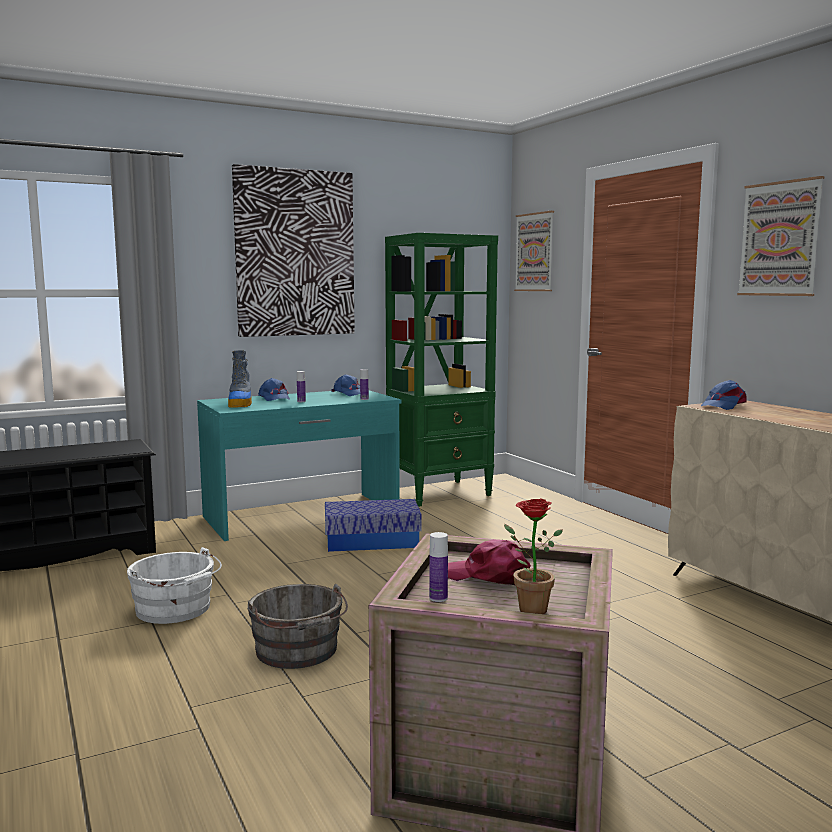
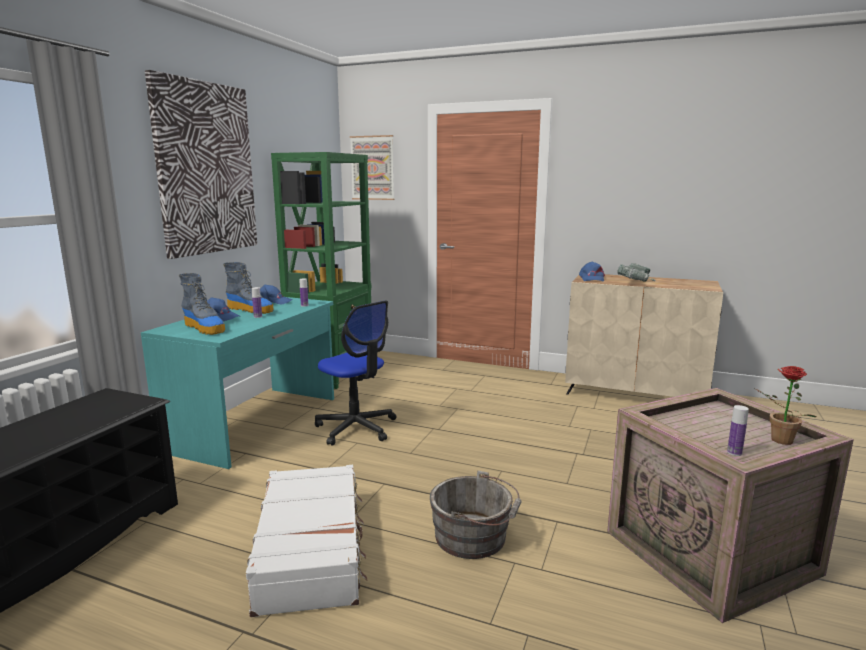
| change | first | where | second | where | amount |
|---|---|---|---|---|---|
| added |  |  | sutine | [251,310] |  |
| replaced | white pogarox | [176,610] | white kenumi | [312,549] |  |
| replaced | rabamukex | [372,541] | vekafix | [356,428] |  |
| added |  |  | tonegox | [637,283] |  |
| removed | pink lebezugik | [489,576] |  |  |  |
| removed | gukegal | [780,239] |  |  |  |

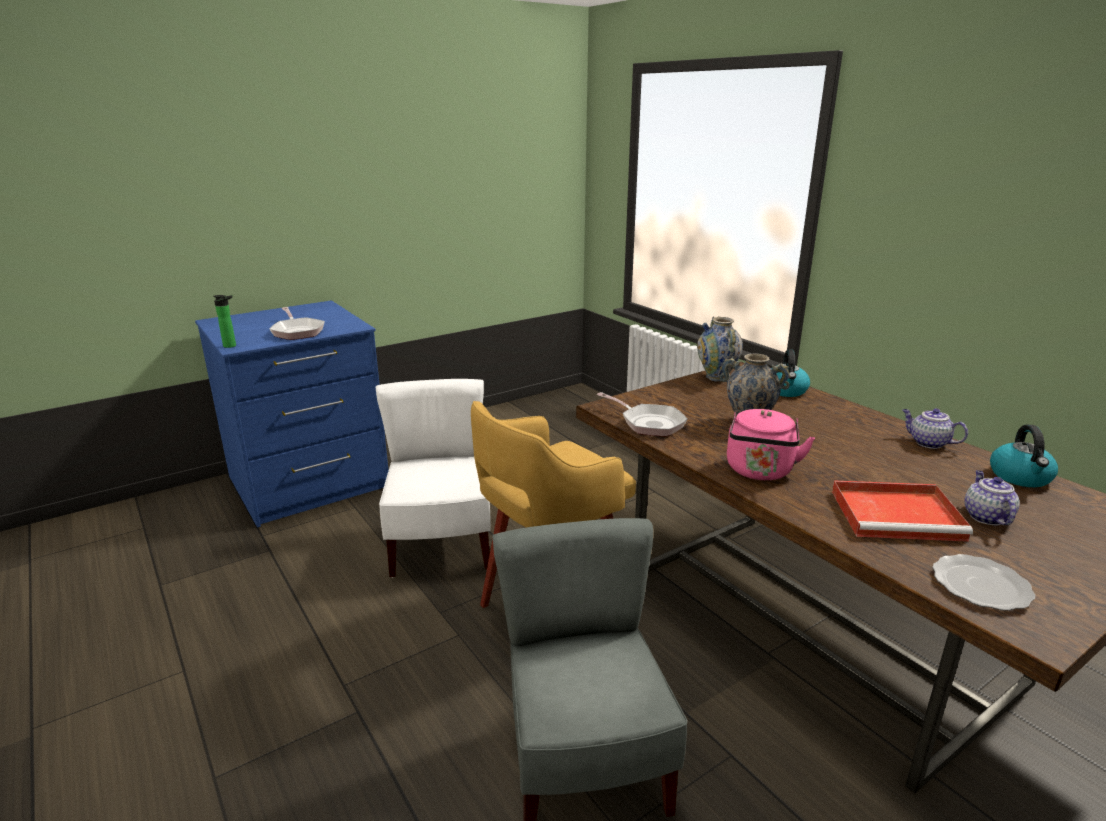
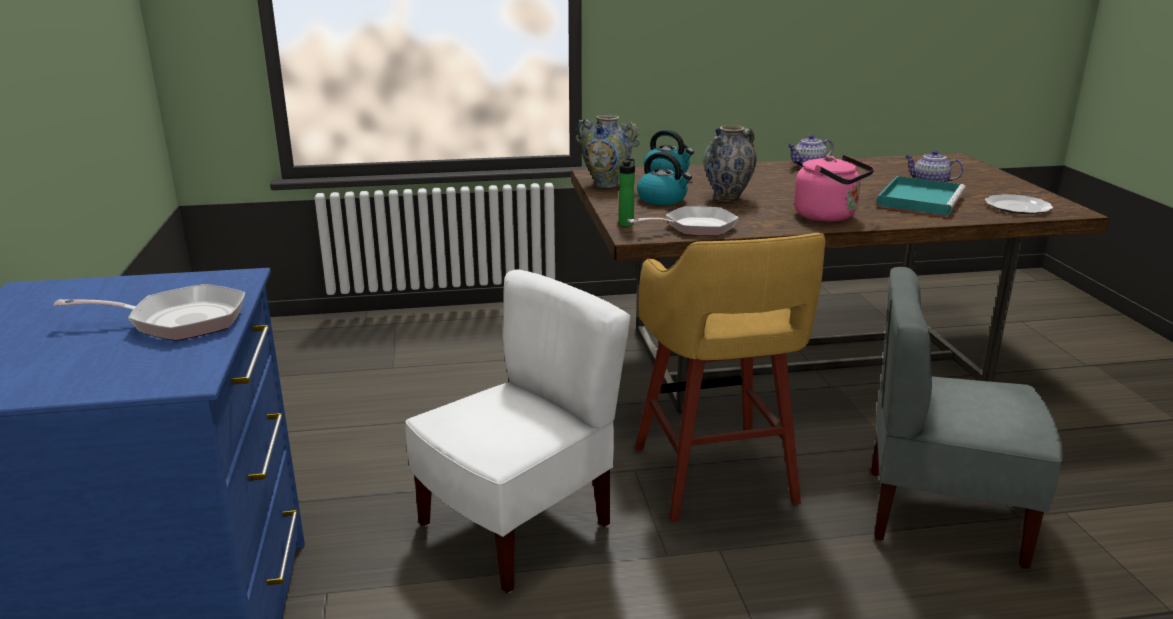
| change | first | where | second | where | amount |
|---|---|---|---|---|---|
| turned | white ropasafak | [440,546] |  | [518,527] | 120 degrees clockwise |
| moved | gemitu | [232,346] |  | [626,223] |  |
| moved | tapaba | [1020,477] |  | [663,199] |  |
| recoloured | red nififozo | [898,515] | turquoise nififozo | [919,200] |  |

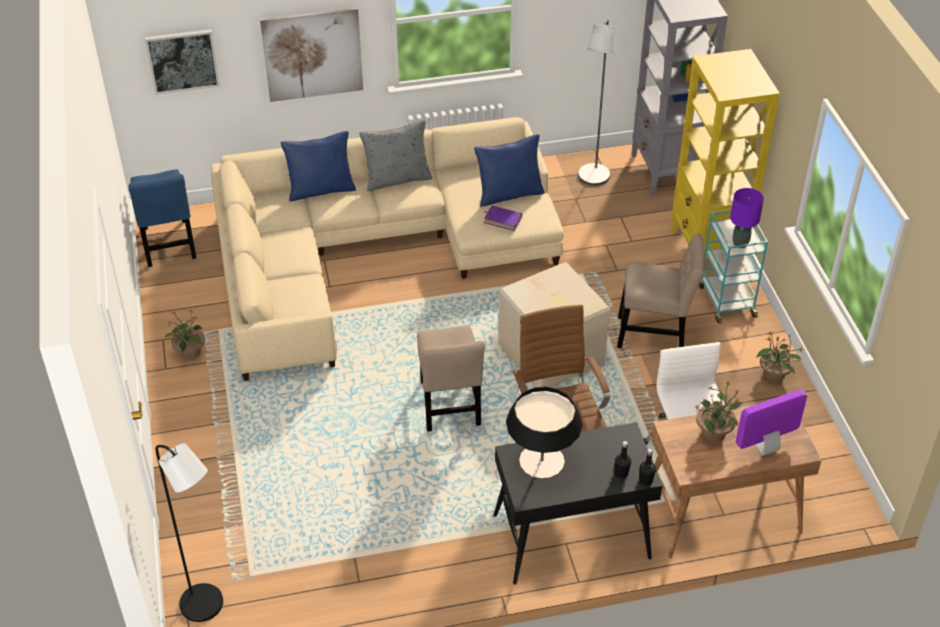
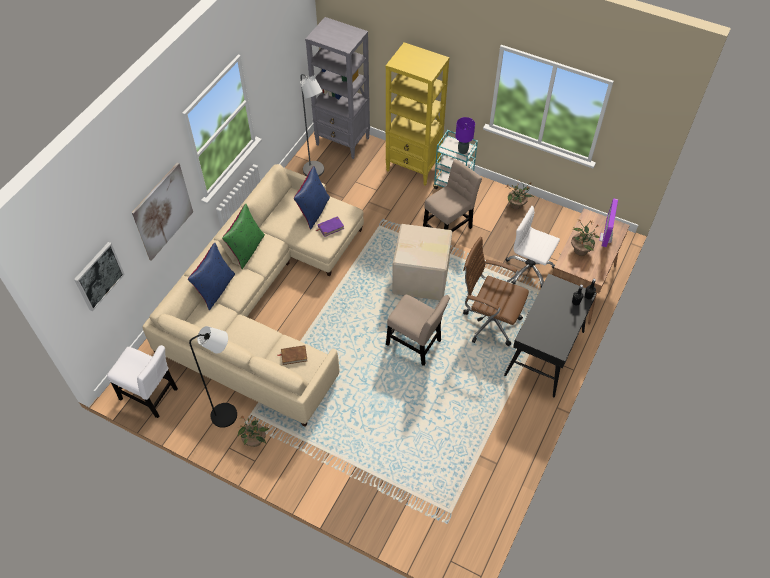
| change | first | where | second | where | amount |
|---|---|---|---|---|---|
| recoloured | blue ropasafak | [169,245] | white ropasafak | [151,396] |  |
| moved | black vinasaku | [208,608] |  | [229,414] |  |
| recoloured | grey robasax | [397,179] | green robasax | [247,249] |  |
| added |  |  | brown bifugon | [294,355] |  |
| removed | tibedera | [541,461] |  |  |  |

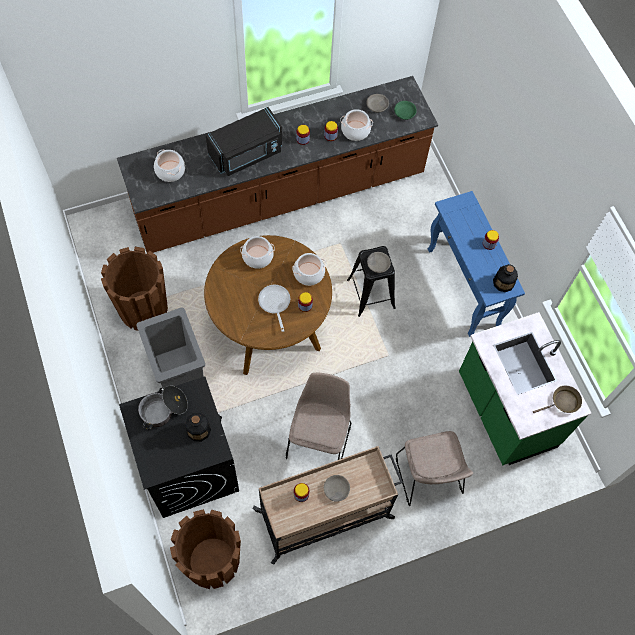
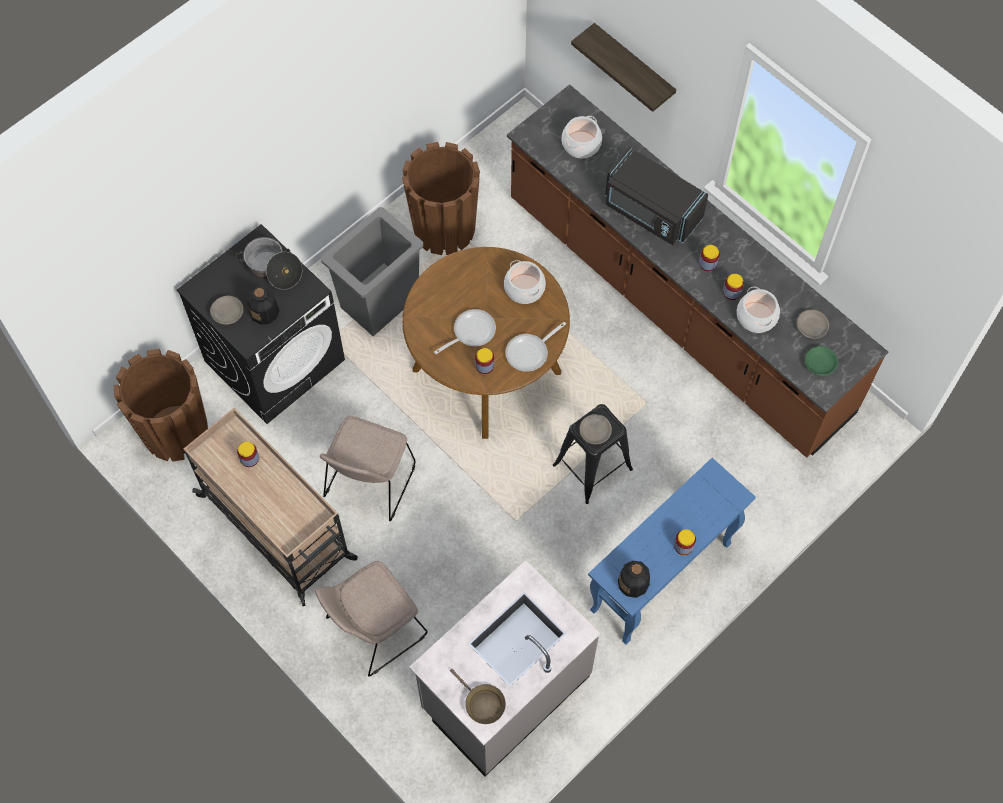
| change | first | where | second | where | amount |
|---|---|---|---|---|---|
| moved | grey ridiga | [336,490] |  | [227,313] |  |
| turned | beige ropasafak | [319,438] |  | [369,483] | 120 degrees clockwise |
| recoloured | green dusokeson | [504,411] | grey dusokeson | [504,691] |  |
| replaced | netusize | [309,273] | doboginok | [530,352] |  |
| added |  |  | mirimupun | [633,67] |  |

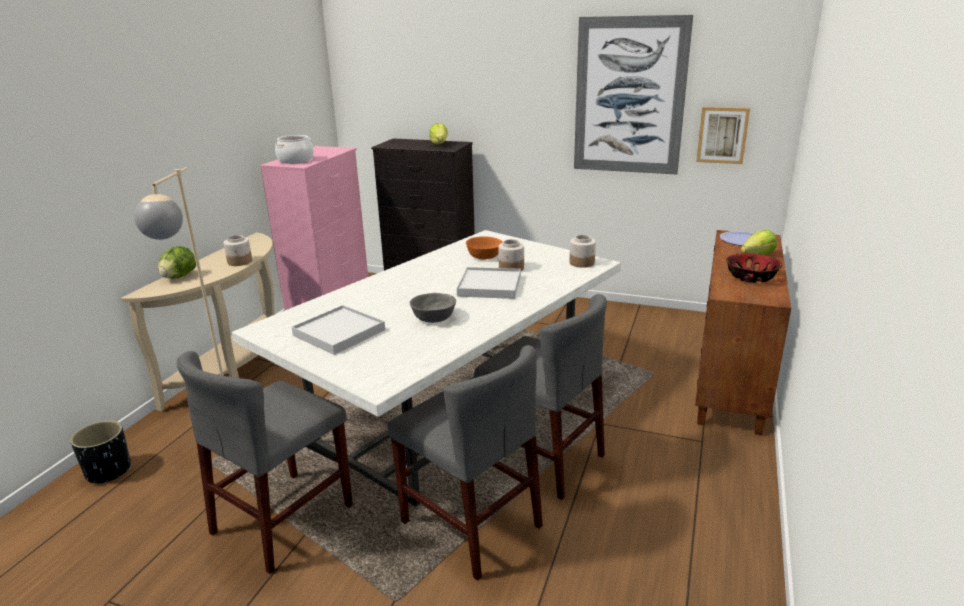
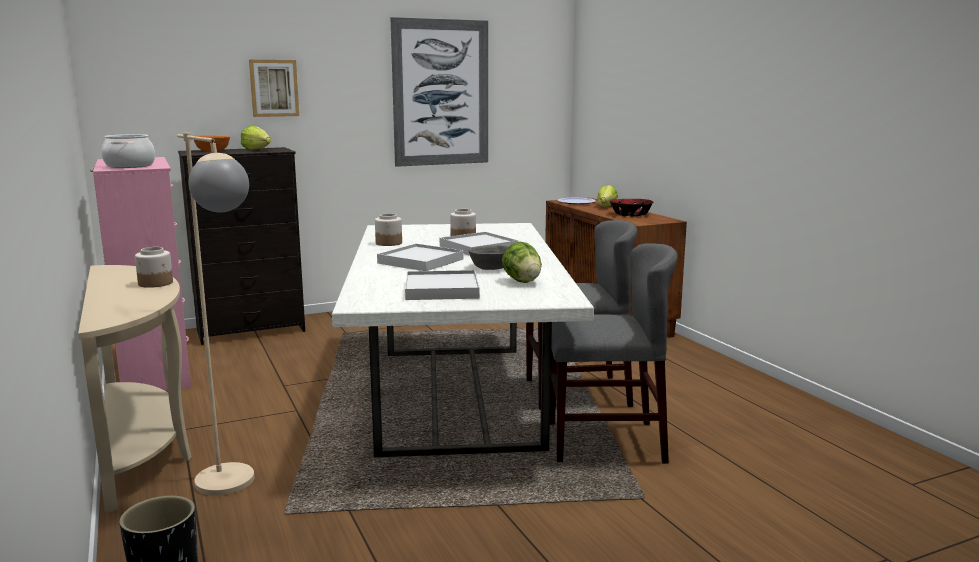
| change | first | where | second | where | amount |
|---|---|---|---|---|---|
| moved | orange ridiga | [484,256] |  | [212,150] |  |
| moved | gukegal | [722,135] |  | [274,88] |  |
| moved | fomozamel | [582,263] |  | [389,243] |  |
| added |  |  | white nififozo | [421,261] |  |
| moved | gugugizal | [179,276] |  | [522,281] |  |
| removed | grey ropasafak | [283,519] |  |  |  |

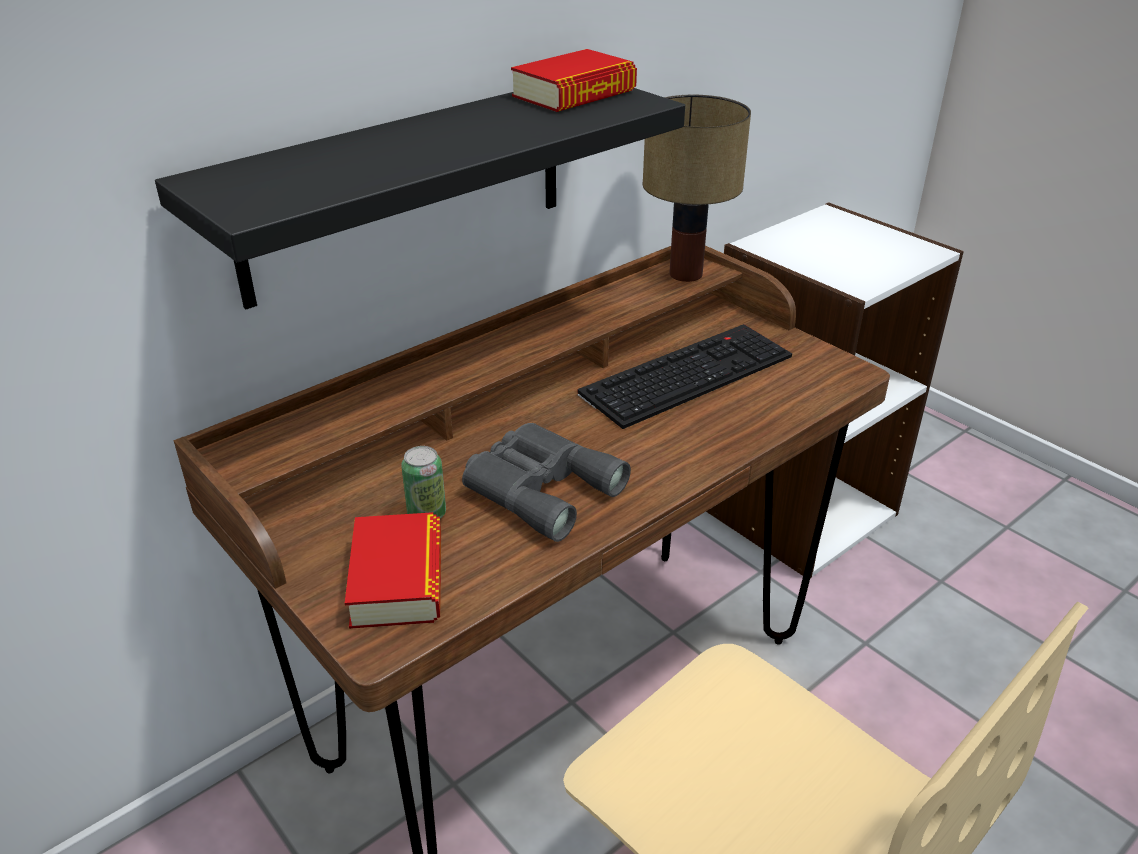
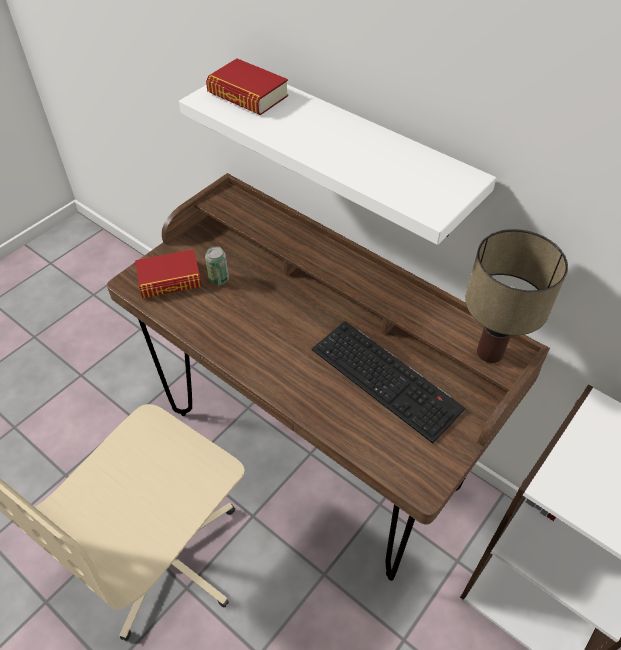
| change | first | where | second | where | amount |
|---|---|---|---|---|---|
| recoloured | black mirimupun | [407,187] | white mirimupun | [354,152] |  |
| moved | bifugon | [574,94] |  | [247,95] |  |
| removed | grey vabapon | [538,487] |  |  |  |

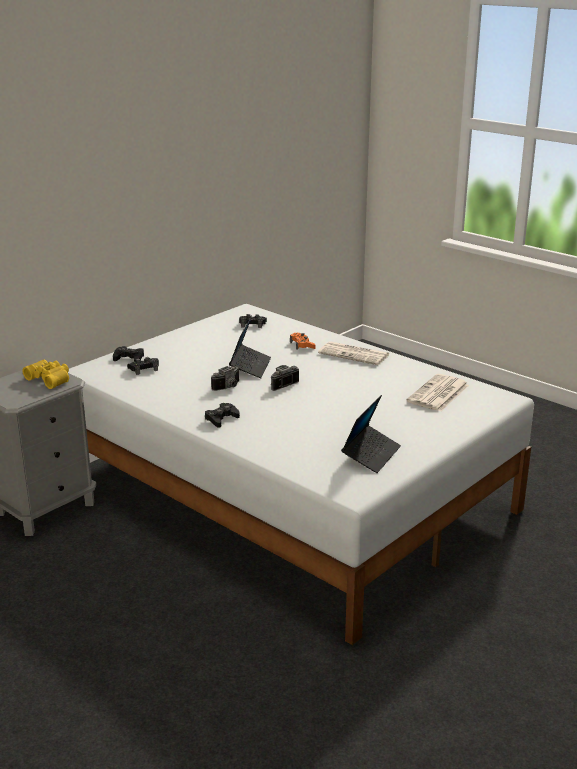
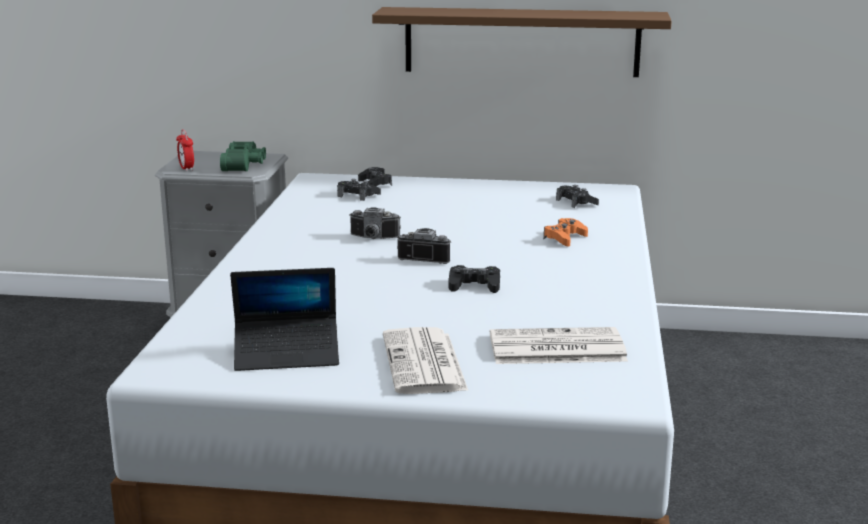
| change | first | where | second | where | amount |
|---|---|---|---|---|---|
| added |  |  | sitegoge | [186,168] |  |
| recoloured | yellow vabapon | [50,379] | green vabapon | [245,165] |  |
| added |  |  | brown mirimupun | [521,42] |  |
| moved | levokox | [355,354] |  | [425,363] |  |
| moved | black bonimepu | [221,419] |  | [474,285] |  |
| removed | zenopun | [250,366] |  |  |  |

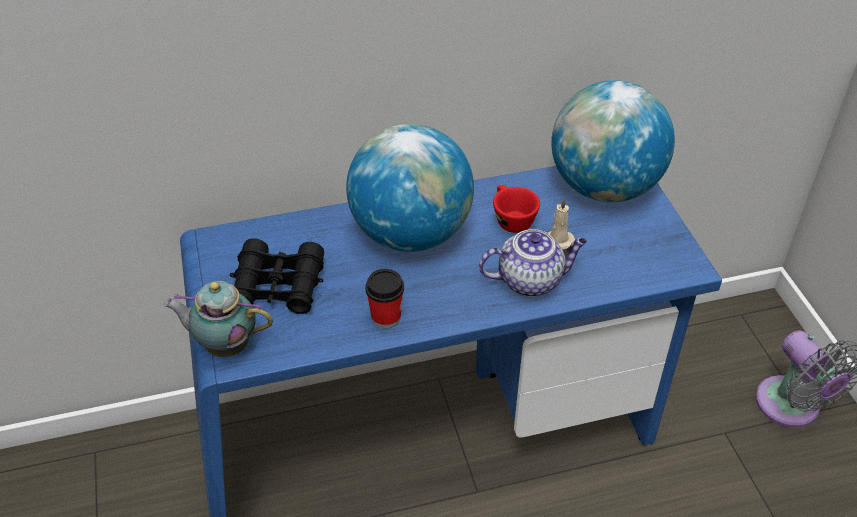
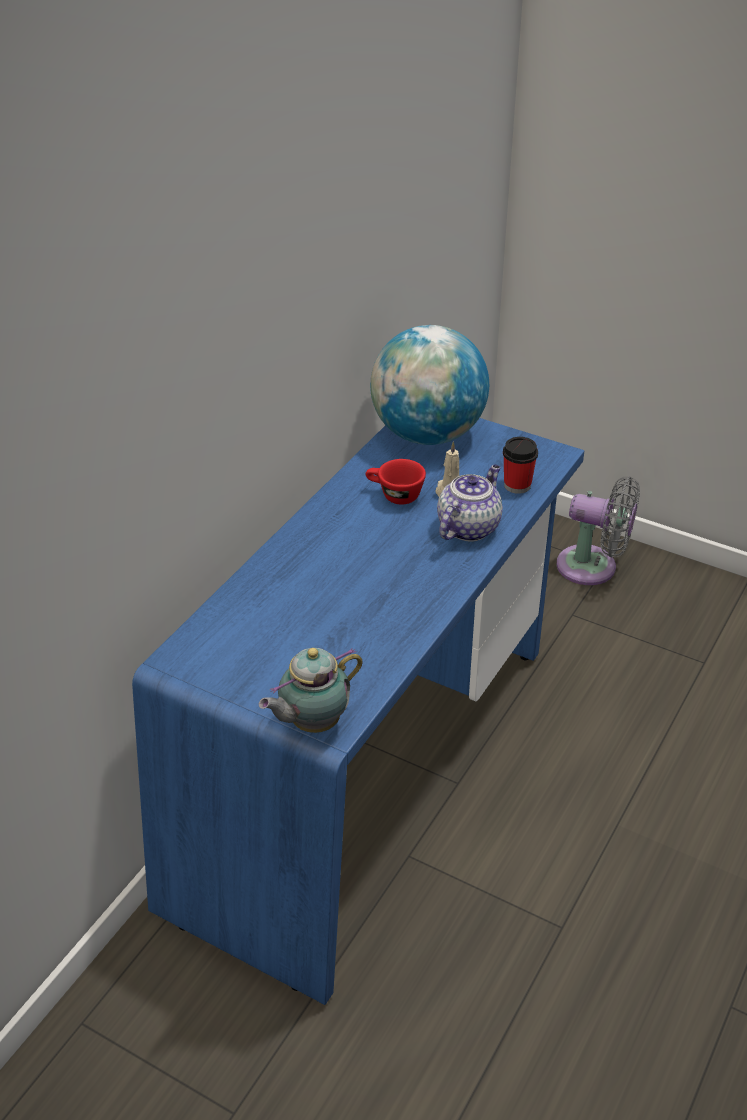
| change | first | where | second | where | amount |
|---|---|---|---|---|---|
| moved | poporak | [386,317] |  | [517,485] |  |
| removed | black vabapon | [278,286] |  |  |  |
| removed | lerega | [410,234] |  |  |  |

